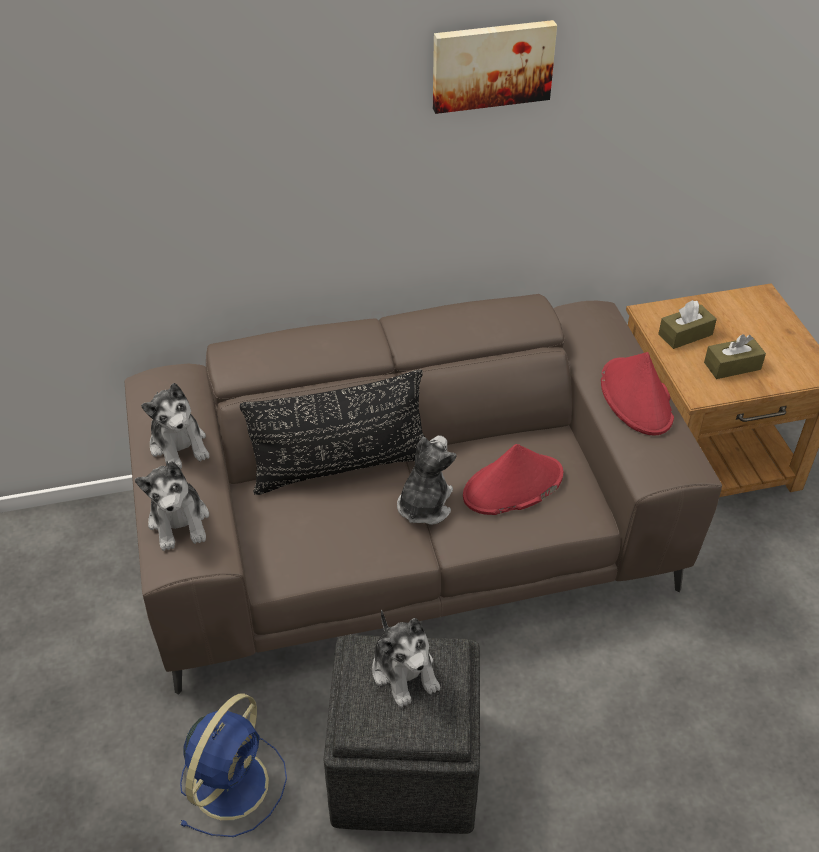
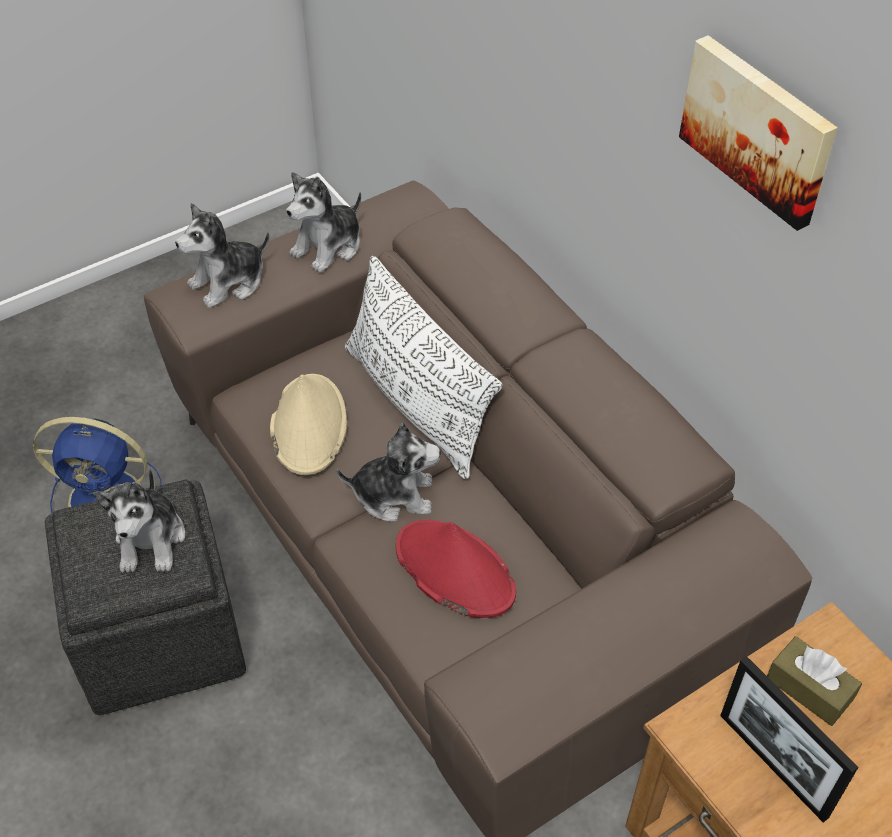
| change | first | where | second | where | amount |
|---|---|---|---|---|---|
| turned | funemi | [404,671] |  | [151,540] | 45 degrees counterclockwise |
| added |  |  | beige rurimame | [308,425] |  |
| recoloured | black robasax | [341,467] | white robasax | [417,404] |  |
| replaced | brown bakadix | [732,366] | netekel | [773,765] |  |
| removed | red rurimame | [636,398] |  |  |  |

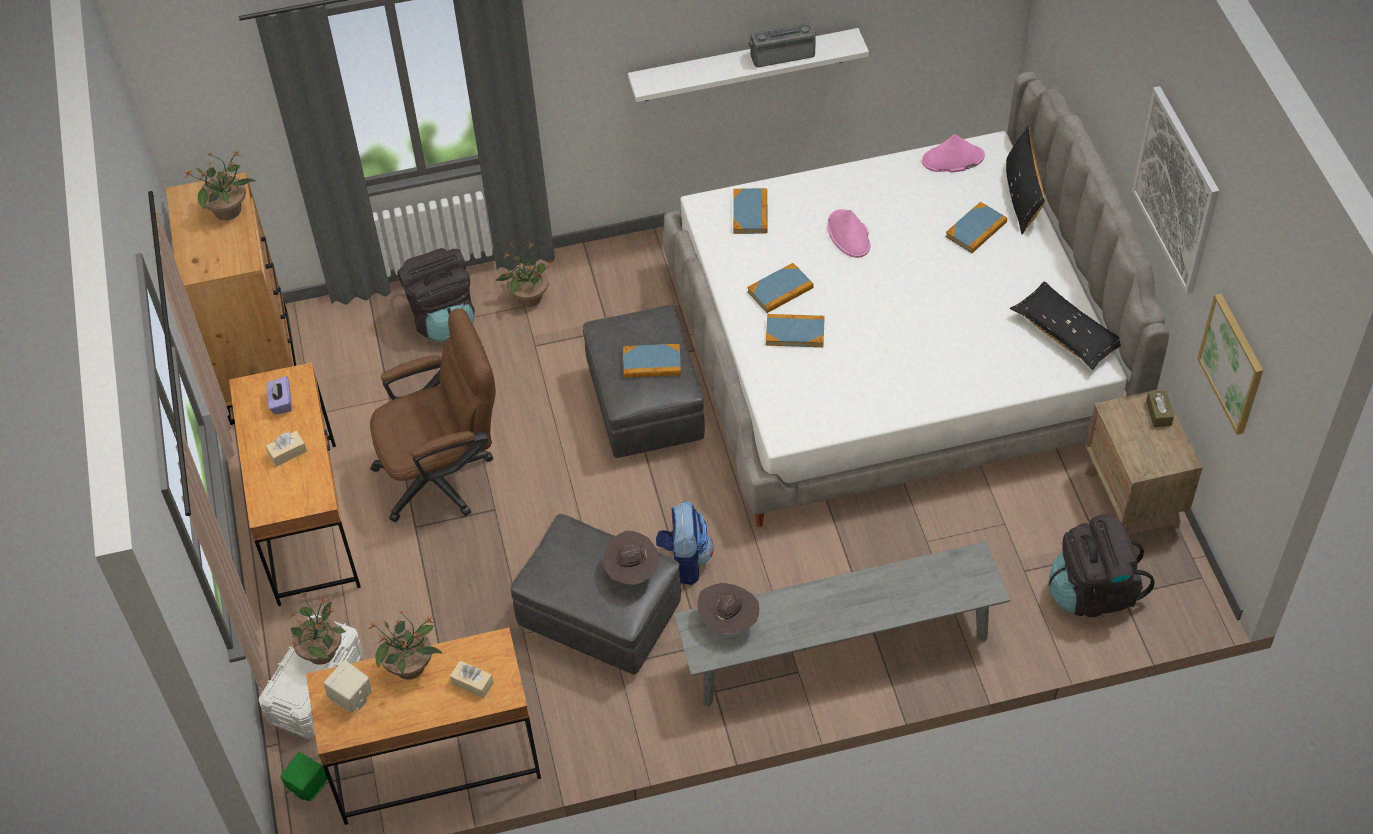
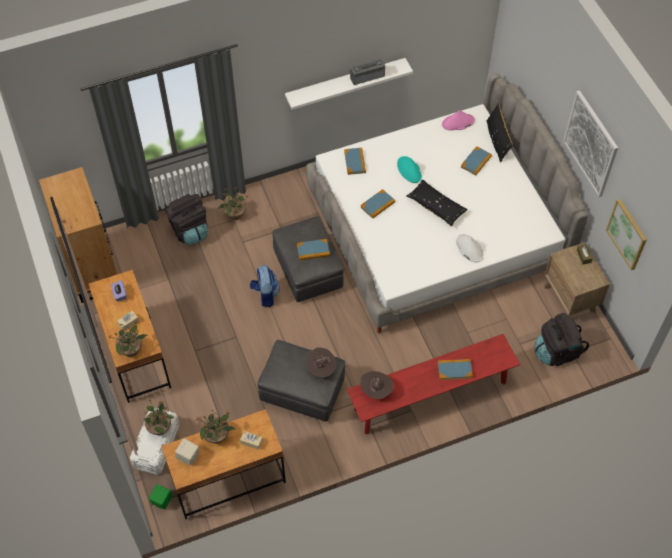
| change | first | where | second | where | amount |
|---|---|---|---|---|---|
| moved | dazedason | [228,210] |  | [131,350] |  |
| moved | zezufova | [685,561] |  | [265,294] |  |
| recoloured | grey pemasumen | [839,649] | red pemasumen | [430,396] |  |
| recoloured | pink rurimame | [849,235] | turquoise rurimame | [409,170] |  |
| moved | black robasax | [1066,333] |  | [436,206] |  |
| moved | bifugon | [795,332] |  | [454,370] |  |
| added |  |  | white rurimame | [469,248] |  |
| removed | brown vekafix | [445,474] |  |  |  |

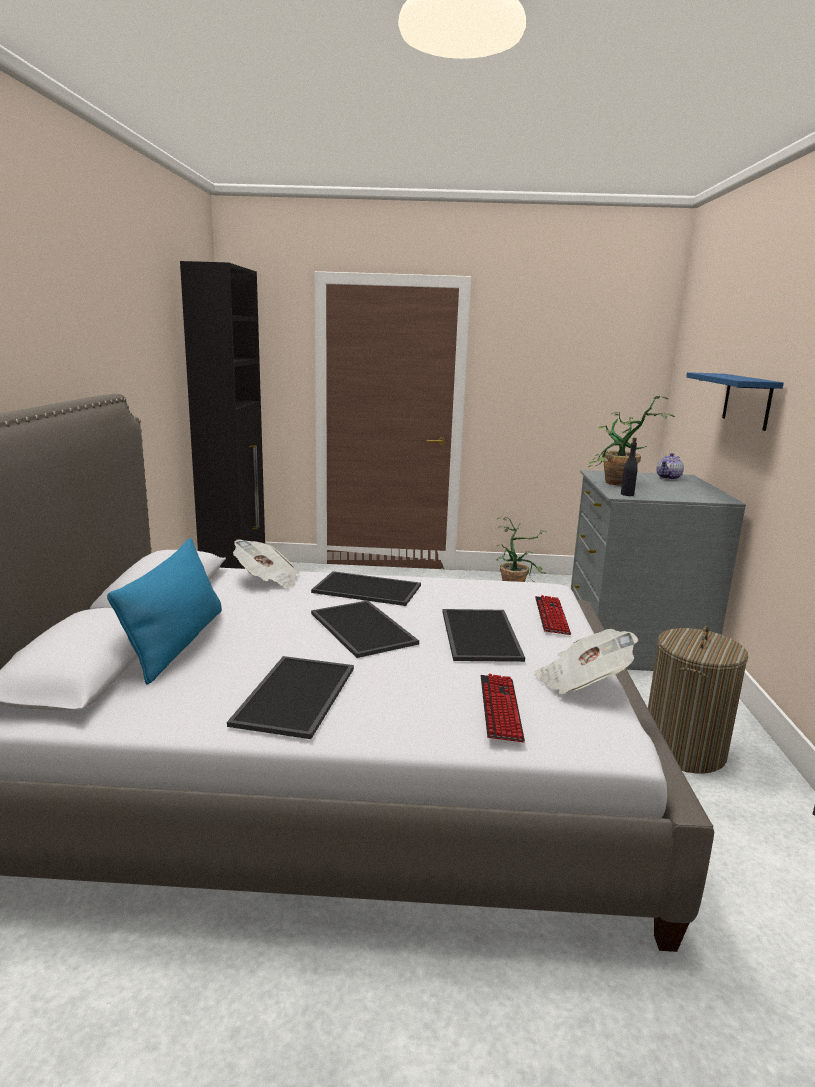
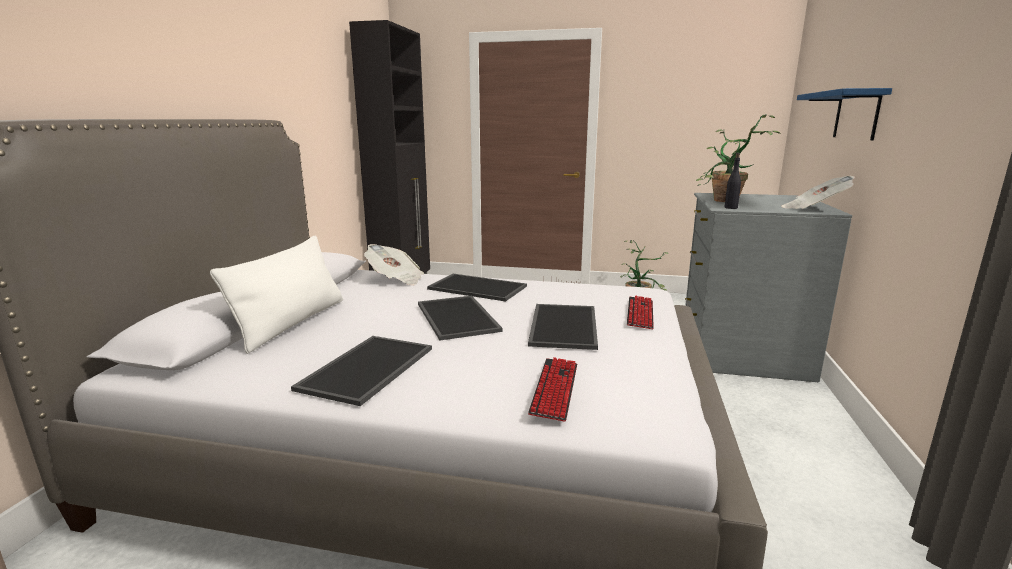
| change | first | where | second | where | amount |
|---|---|---|---|---|---|
| recoloured | blue robasax | [177,643] | white robasax | [292,323] |  |
| moved | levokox | [582,682] |  | [814,209] |  |
| removed | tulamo | [683,750] |  |  |  |
| removed | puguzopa | [669,478] |  |  |  |

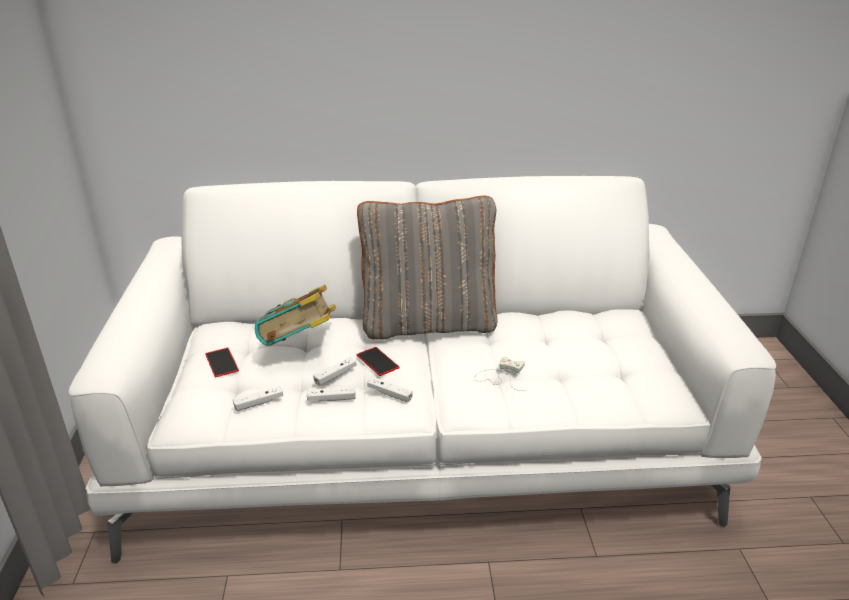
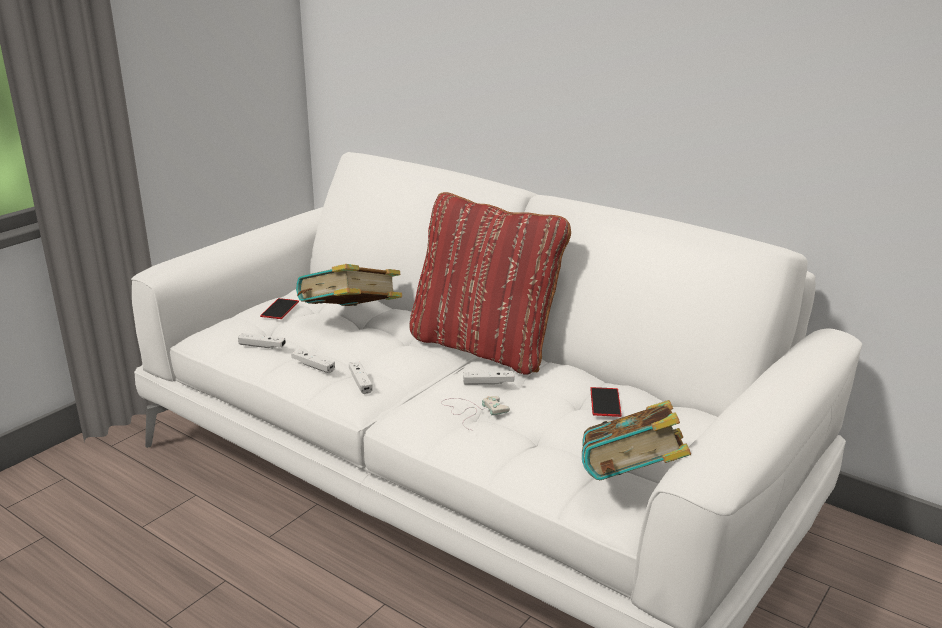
| change | first | where | second | where | amount |
|---|---|---|---|---|---|
| recoloured | grey robasax | [429,323] | red robasax | [484,347] |  |
| moved | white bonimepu | [335,375] |  | [488,383] |  |
| added |  |  | bifugon | [630,482] |  |
| moved | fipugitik | [377,361] |  | [605,402] |  |

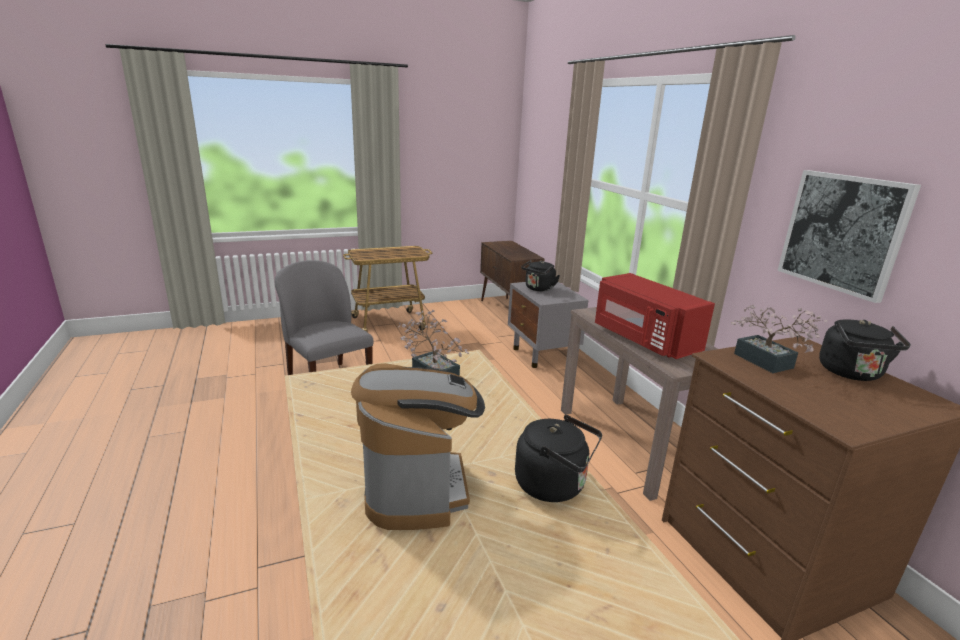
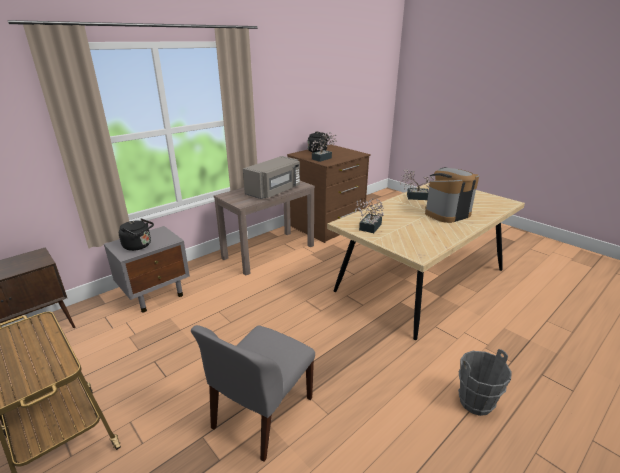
| change | first | where | second | where | amount |
|---|---|---|---|---|---|
| recoloured | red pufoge | [643,339] | grey pufoge | [274,191] |  |
| replaced | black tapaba | [554,485] | dazedason | [414,197] |  |
| added |  |  | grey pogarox | [476,402] |  |
| removed | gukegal | [843,232] |  |  |  |

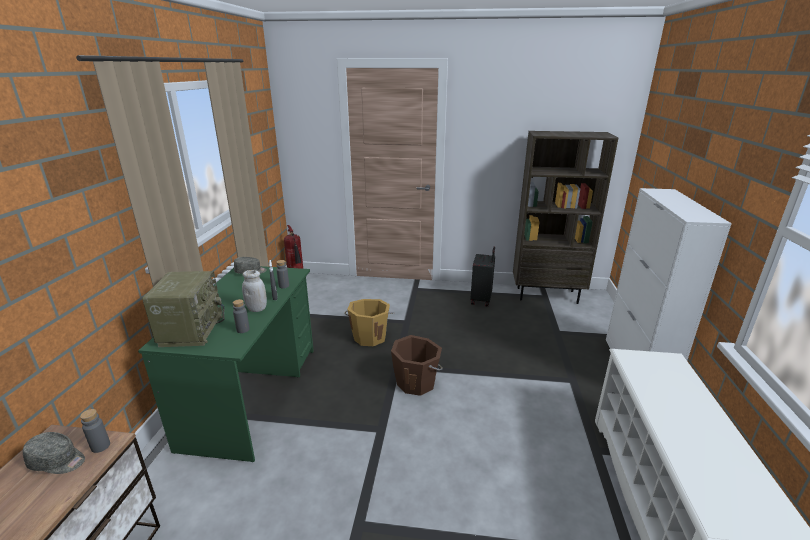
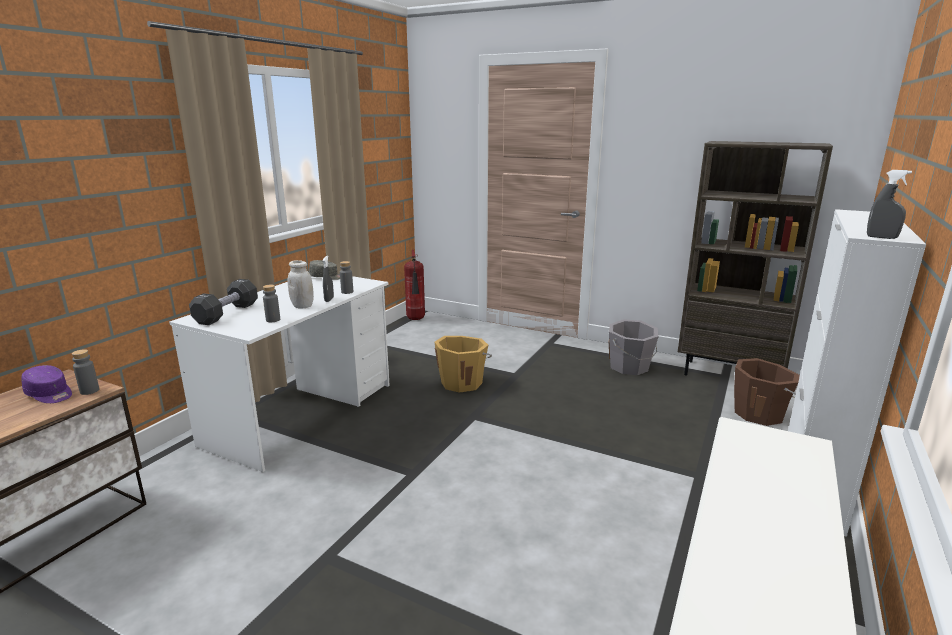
| change | first | where | second | where | amount |
|---|---|---|---|---|---|
| recoloured | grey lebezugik | [58,461] | purple lebezugik | [50,394] |  |
| recoloured | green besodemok | [253,395] | white besodemok | [302,413] |  |
| replaced | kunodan | [191,330] | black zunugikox | [227,313] |  |
| replaced | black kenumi | [482,300] | grey pogarox | [629,367] |  |
| moved | brown pogarox | [416,382] |  | [759,413] |  |
| added |  |  | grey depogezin | [881,237] |  |

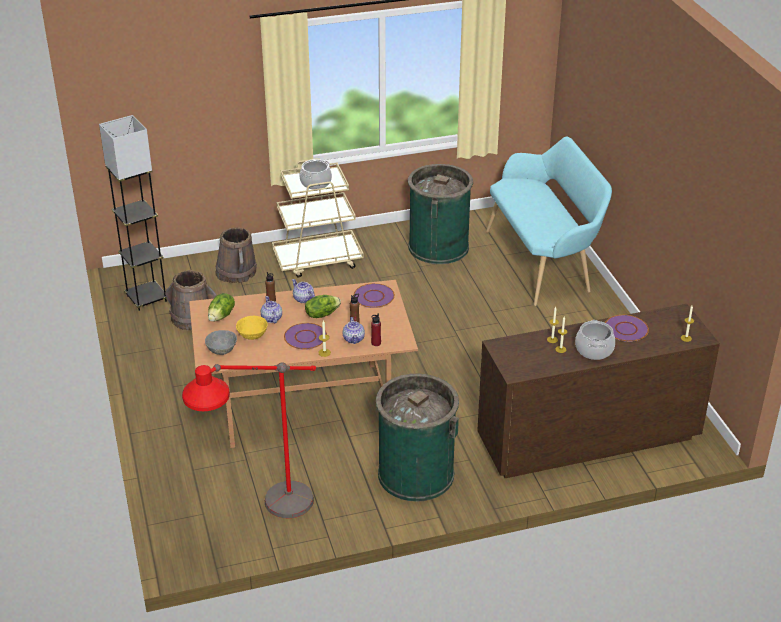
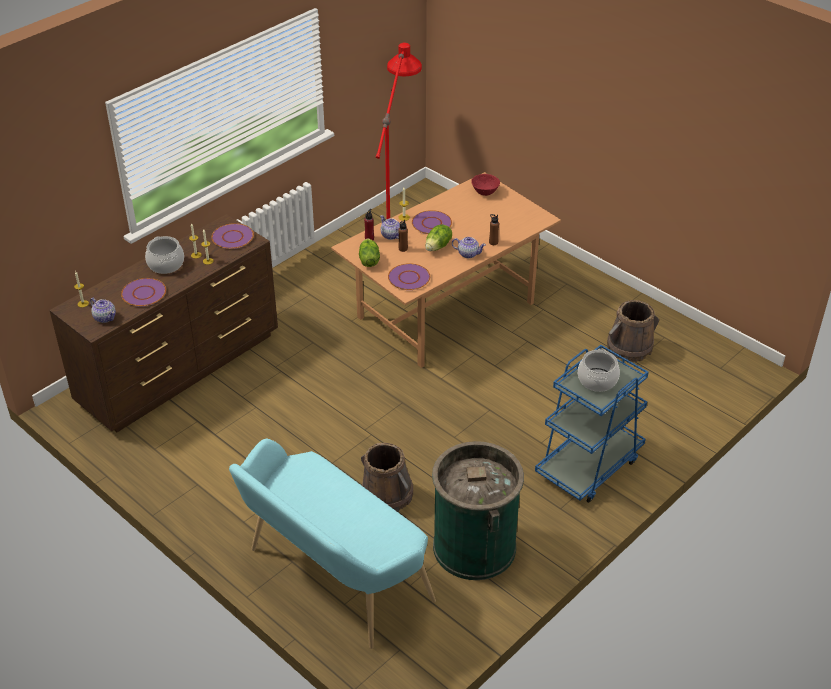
| change | first | where | second | where | amount |
|---|---|---|---|---|---|
| moved | puguzopa | [271,318] |  | [105,317] |  |
| added |  |  | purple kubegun | [232,237] |  |
| moved | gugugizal | [221,316] |  | [368,261] |  |
| moved | brown pogarox | [236,272] |  | [387,494] |  |
| recoloured | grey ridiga | [221,350] | red ridiga | [485,192] |  |
| recoloured | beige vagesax | [318,260] | blue vagesax | [588,465] |  |
| removed | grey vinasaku | [146,298] |  |  |  |
| removed | yellow ridiga | [252,335] |  |  |  |
| removed | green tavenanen | [416,474] |  |  |  |

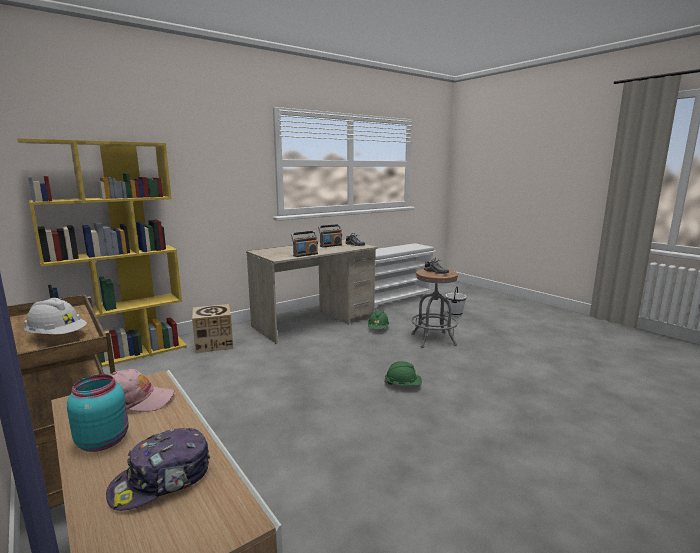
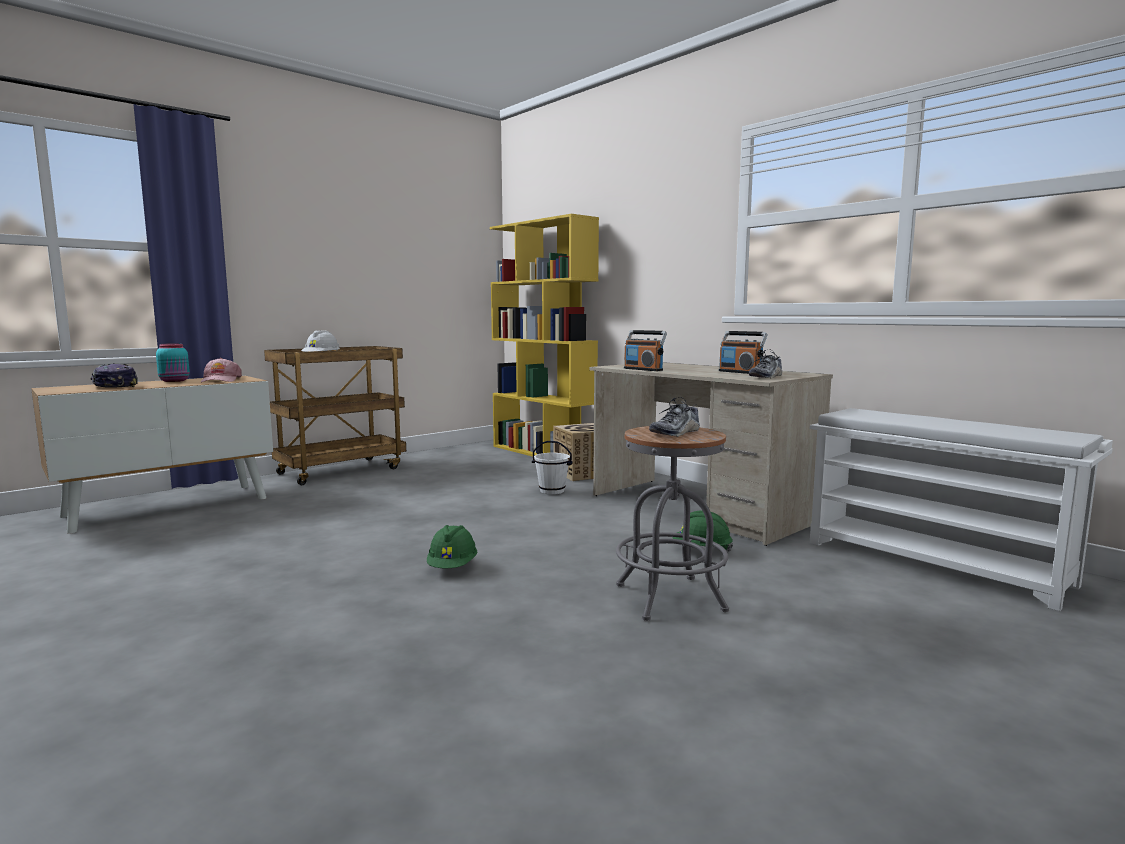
| change | first | where | second | where | amount |
|---|---|---|---|---|---|
| moved | white pogarox | [454,315] |  | [552,491] |  |

